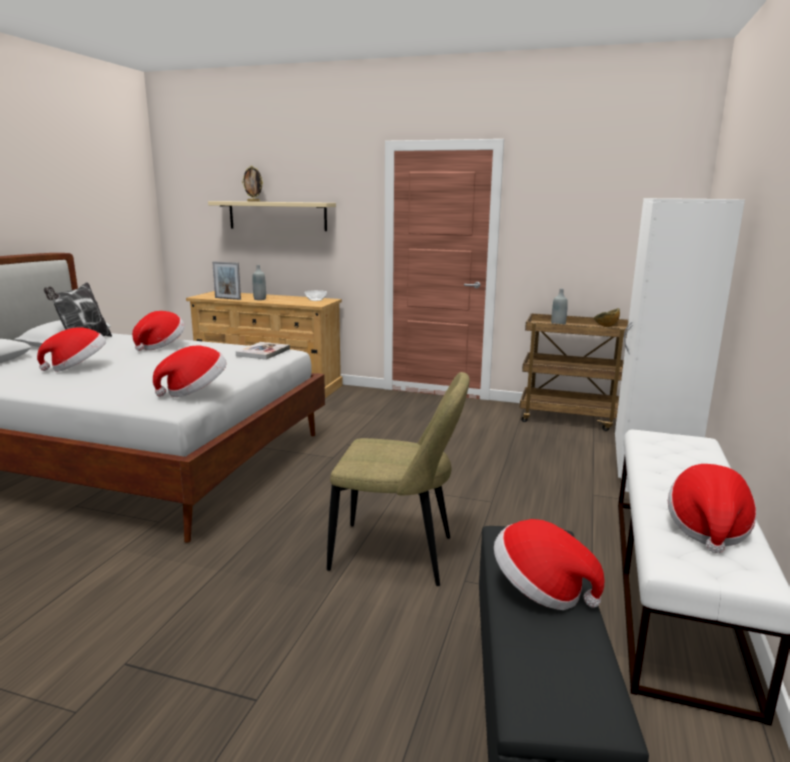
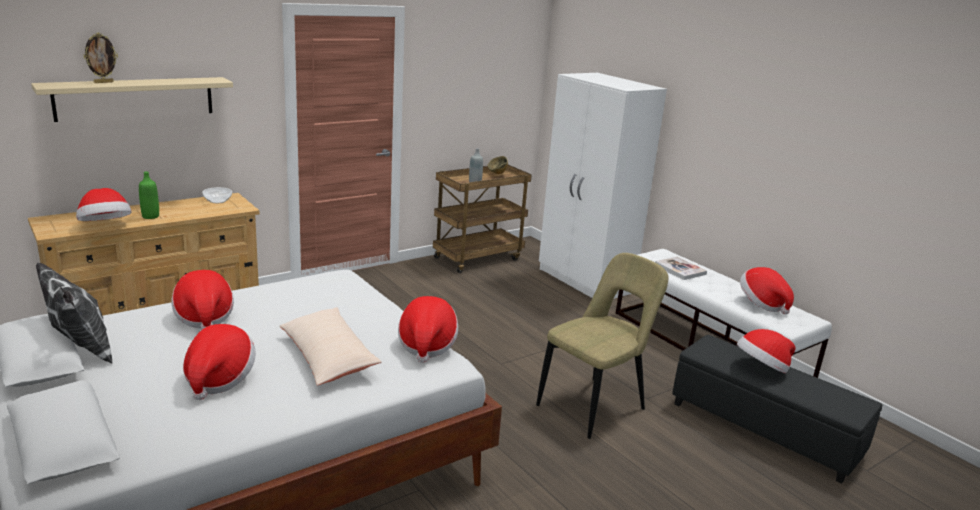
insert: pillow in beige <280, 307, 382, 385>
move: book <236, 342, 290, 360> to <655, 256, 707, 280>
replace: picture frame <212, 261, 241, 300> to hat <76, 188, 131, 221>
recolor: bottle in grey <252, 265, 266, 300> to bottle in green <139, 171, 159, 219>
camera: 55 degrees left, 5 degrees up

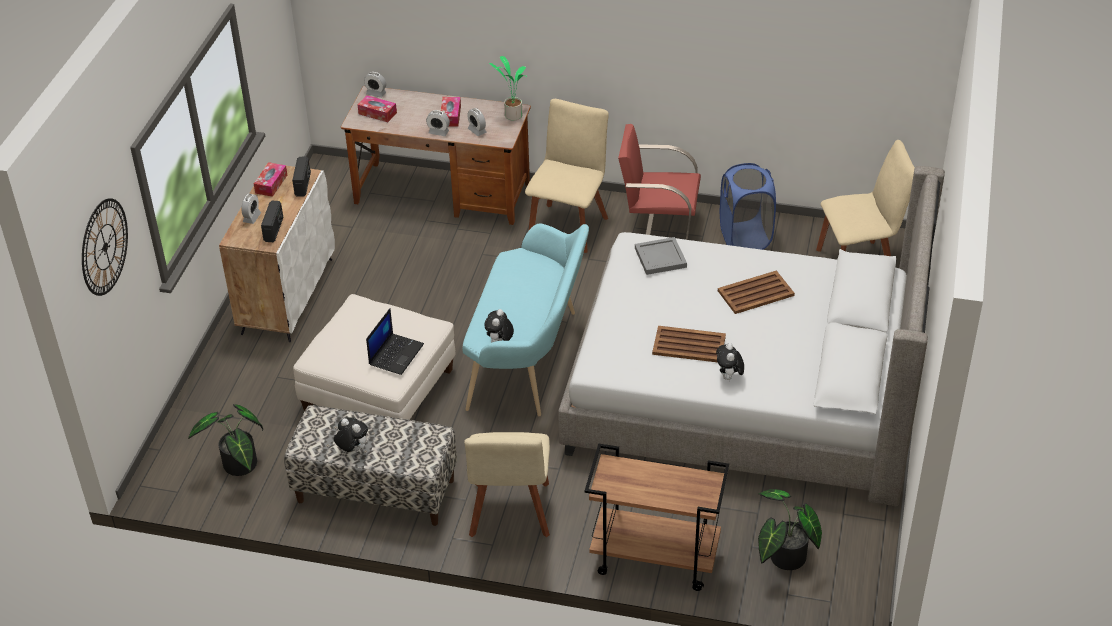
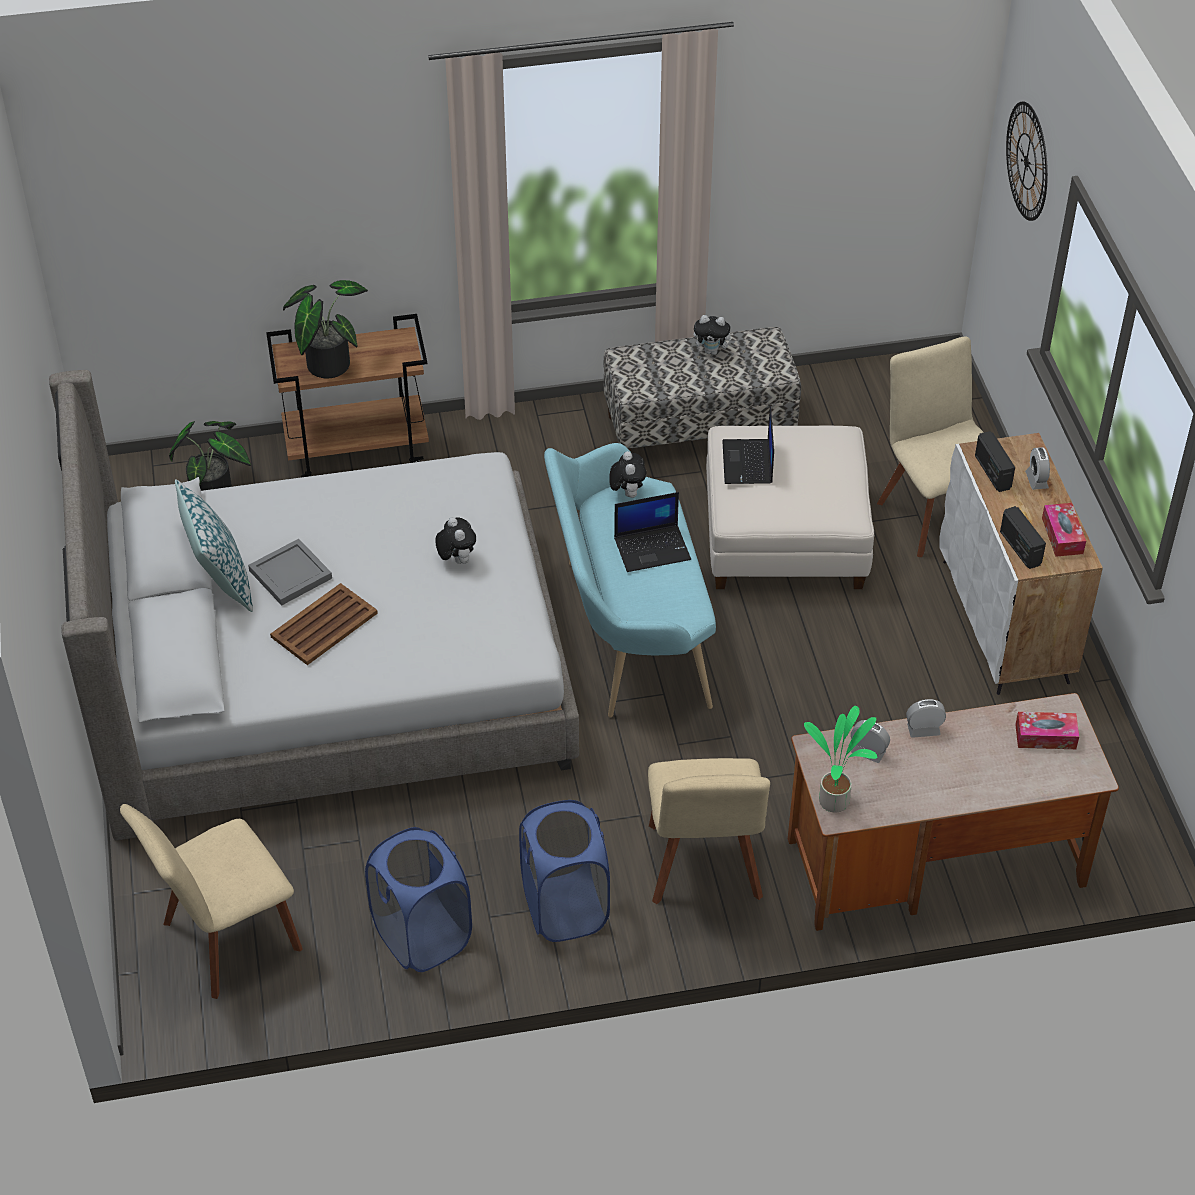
delete: alarm clock <364, 72, 386, 98>; tissue box <441, 97, 461, 127>; tray in brown <652, 326, 726, 362>
insert: pillow <175, 479, 253, 612>; laptop <614, 492, 691, 572>
move: tray in grey <635, 237, 687, 275> to <248, 539, 332, 606>; potted plant <188, 404, 263, 476> to <283, 280, 368, 378>; plush toy <716, 343, 744, 381> to <435, 517, 476, 564>; chair in beige <464, 432, 550, 537> to <877, 336, 984, 557>
replace: chair in red <618, 124, 701, 240> to laundry basket in blue <519, 800, 610, 942>
camera: 155 degrees right, 5 degrees up

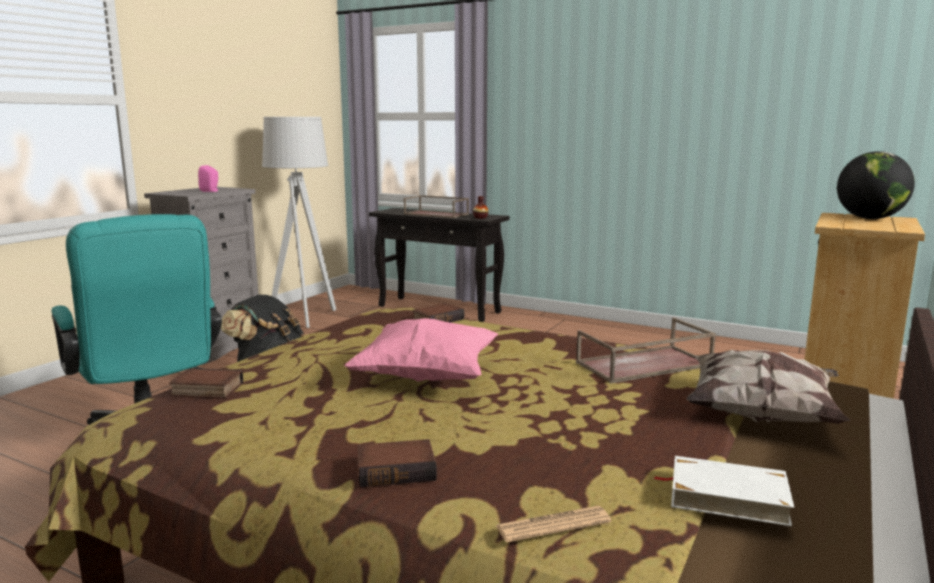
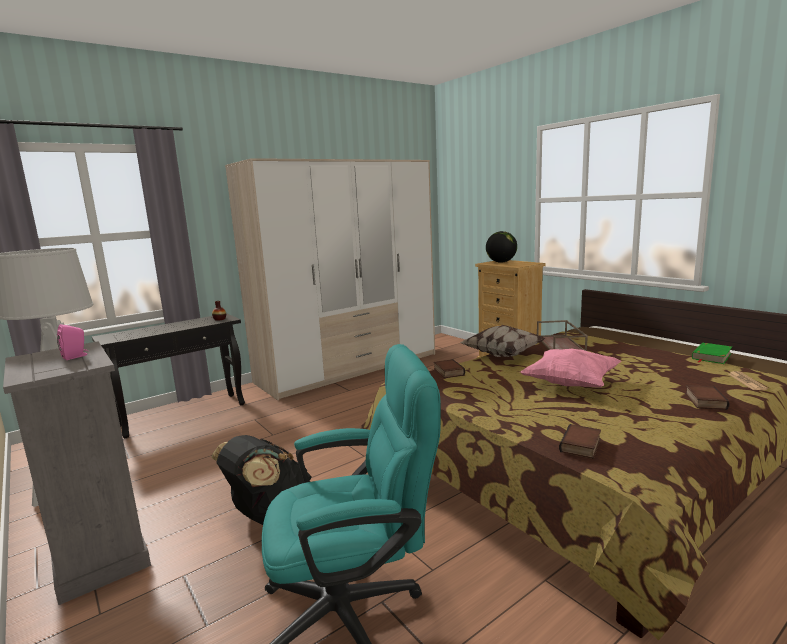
delete: tray in brown <404, 195, 469, 218>
insert: wardrobe <225, 158, 435, 400>
move: pillow <686, 350, 850, 424> to <460, 325, 546, 357>
recolor: book in white <653, 456, 794, 526> to book in green <692, 342, 732, 364>
camera: 65 degrees left, 0 degrees up

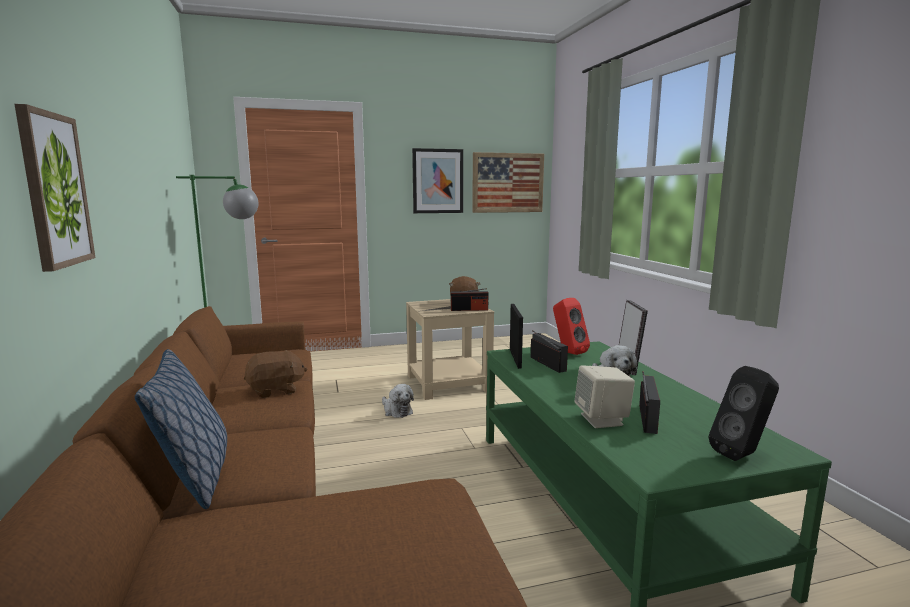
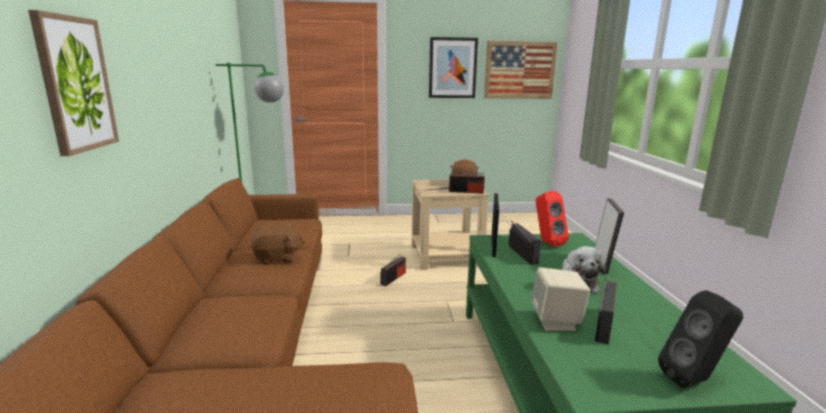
delete: pillow <135, 349, 227, 509>
replace: plush toy <382, 384, 414, 418> to radio <381, 254, 406, 286>
camera: 10 degrees right, 5 degrees up

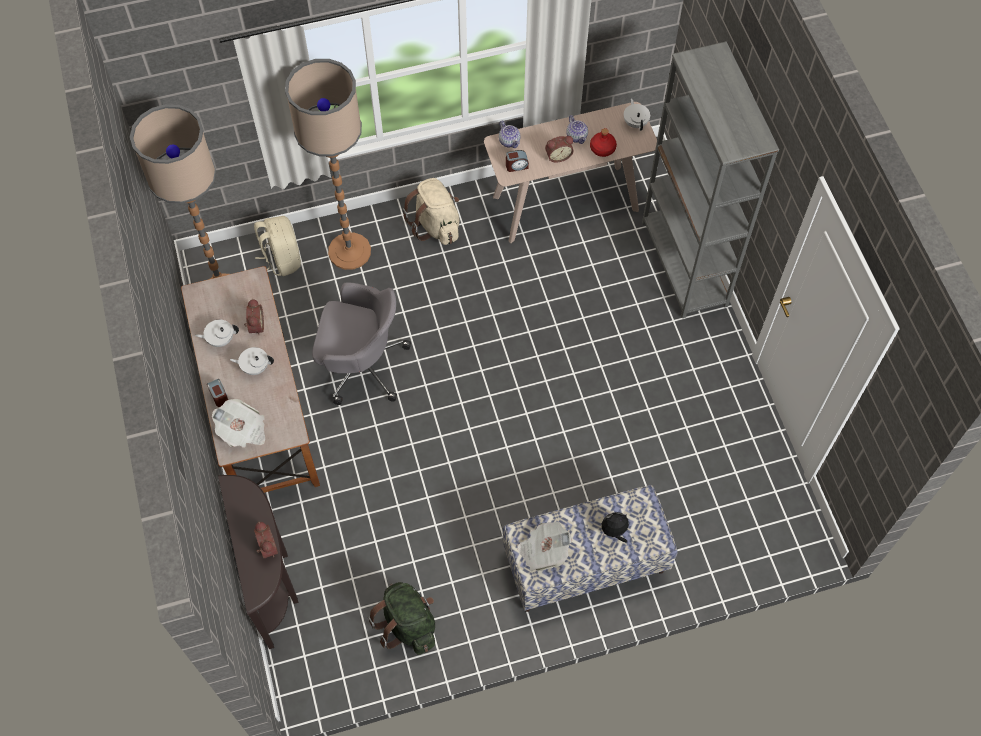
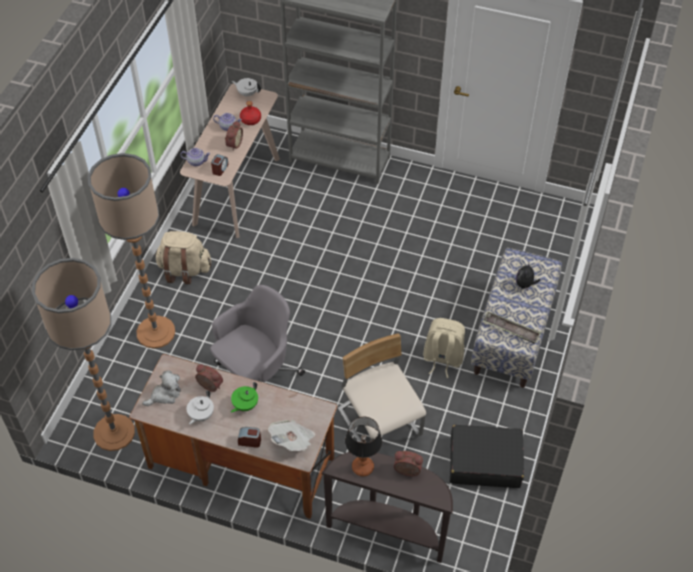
insert: plush toy <142, 370, 181, 406>; chair in beige <338, 333, 426, 442>; table lamp <345, 416, 382, 476>
move: backpack in beige <254, 216, 301, 276> to <423, 318, 465, 378>
replace: backpack in green <368, 582, 435, 655> to suitcase in black <450, 425, 524, 488>; newspaper <517, 522, 572, 571> to tray <483, 312, 541, 344>
recolor: teapot in white <230, 347, 274, 375> to teapot in green <231, 382, 258, 413>
camera: 55 degrees left, 10 degrees down

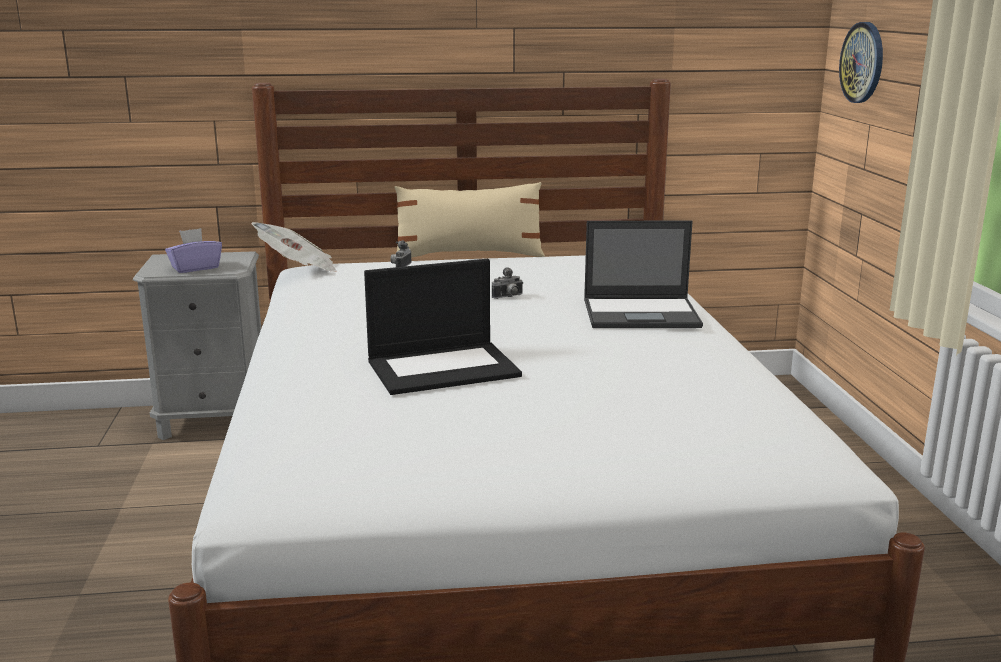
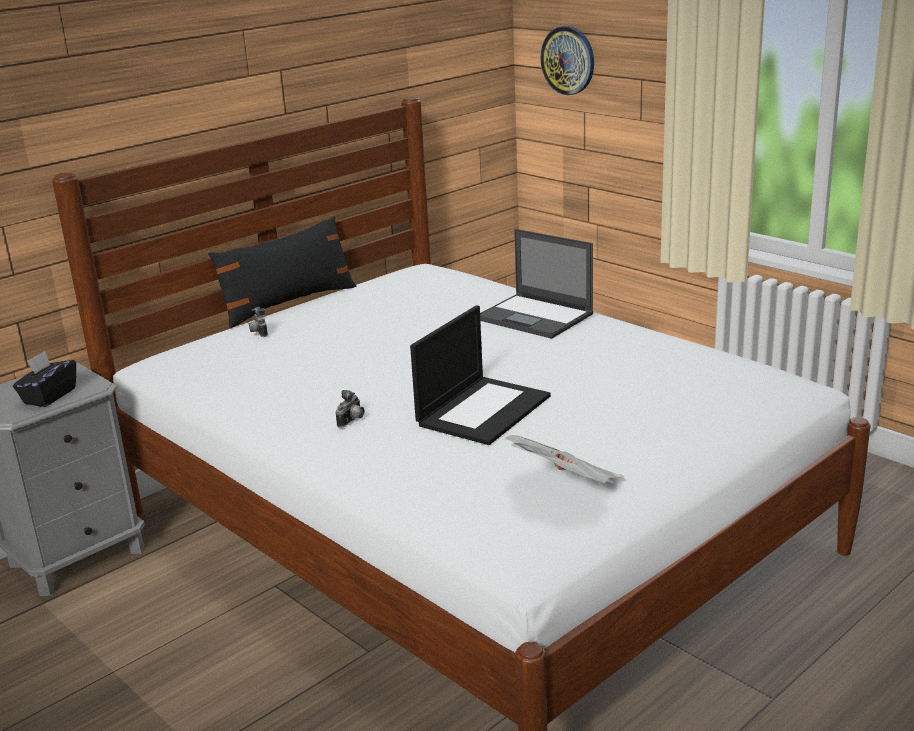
move: photo camera <492, 267, 523, 299> to <336, 390, 365, 428>; newspaper <251, 222, 337, 272> to <505, 435, 624, 483>
recolor: tissue box in purple <165, 228, 222, 273> to tissue box in black <13, 351, 76, 407>; pillow in beige <395, 182, 545, 258> to pillow in black <208, 216, 356, 329>
rotate: laptop <584, 221, 703, 328> = <480, 229, 593, 339> 75 degrees clockwise
camera: 35 degrees left, 5 degrees up

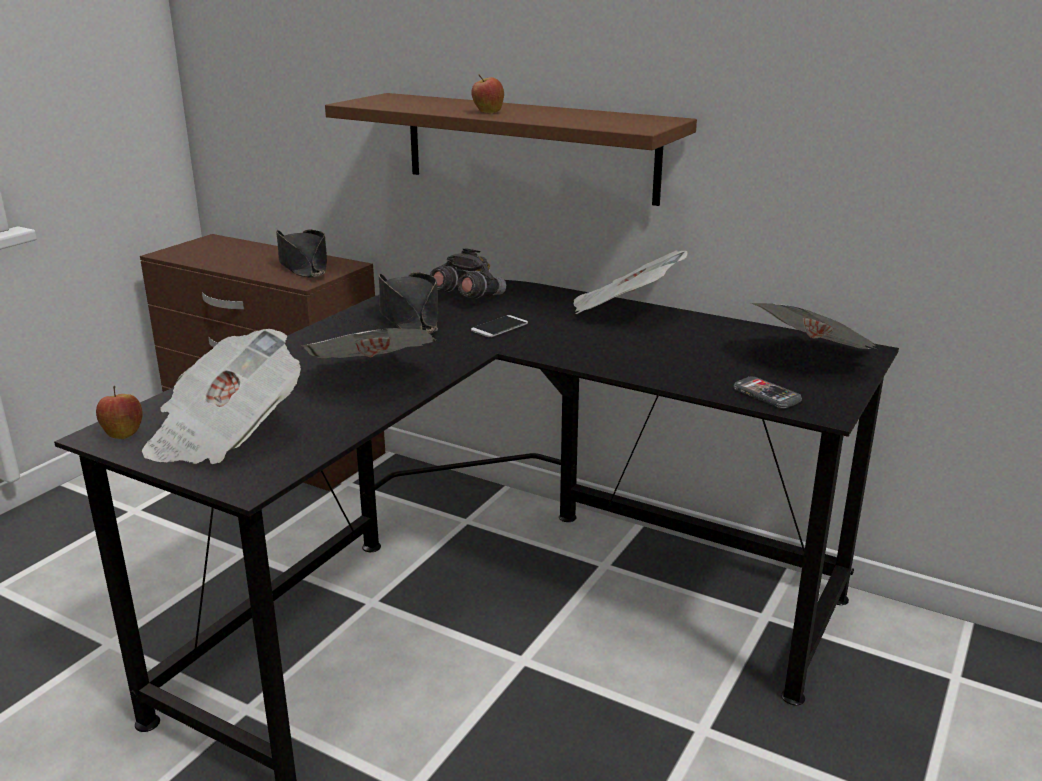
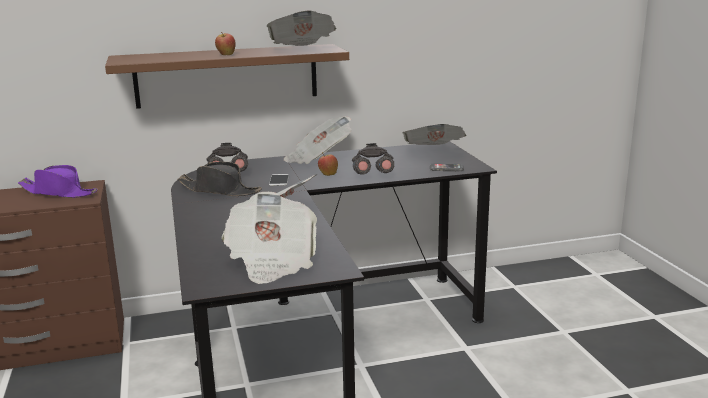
insert: newspaper <266, 11, 336, 46>; binoculars in grey <352, 143, 394, 175>
move: apple <96, 386, 143, 439> to <318, 152, 338, 176>
recolor: hat in black <276, 230, 327, 277> to hat in purple <18, 165, 98, 198>
camera: 45 degrees left, 5 degrees down

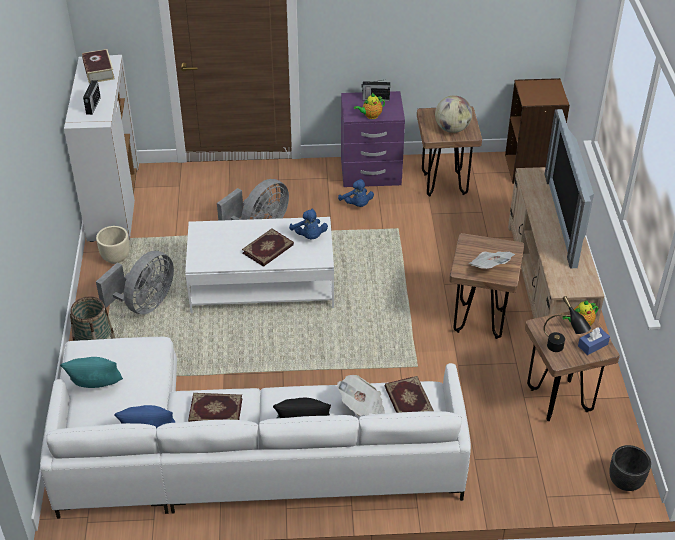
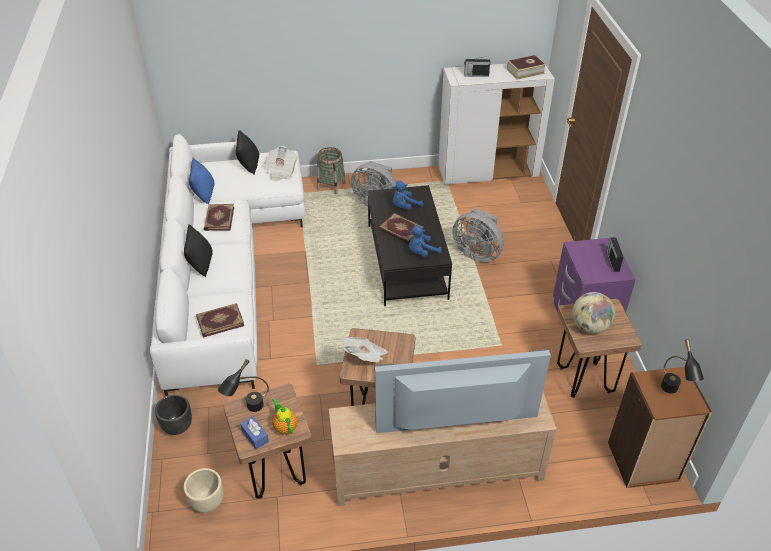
delete: teapot <354, 93, 385, 119>
insert: table lamp in black <661, 339, 704, 394>
move: planter in black <609, 445, 651, 491> to <155, 394, 192, 435>; planter in beige <96, 226, 130, 264> to <184, 468, 223, 513>; newspaper <337, 375, 385, 416> to <265, 146, 297, 181>; plush toy in blue <338, 179, 374, 207> to <393, 181, 423, 210>
recolor: pillow in turquoise <60, 357, 123, 388> to pillow in black <236, 130, 259, 175>; coffee table in white <185, 217, 334, 313> to coffee table in black <368, 185, 452, 306>
camera: 85 degrees right, 0 degrees up

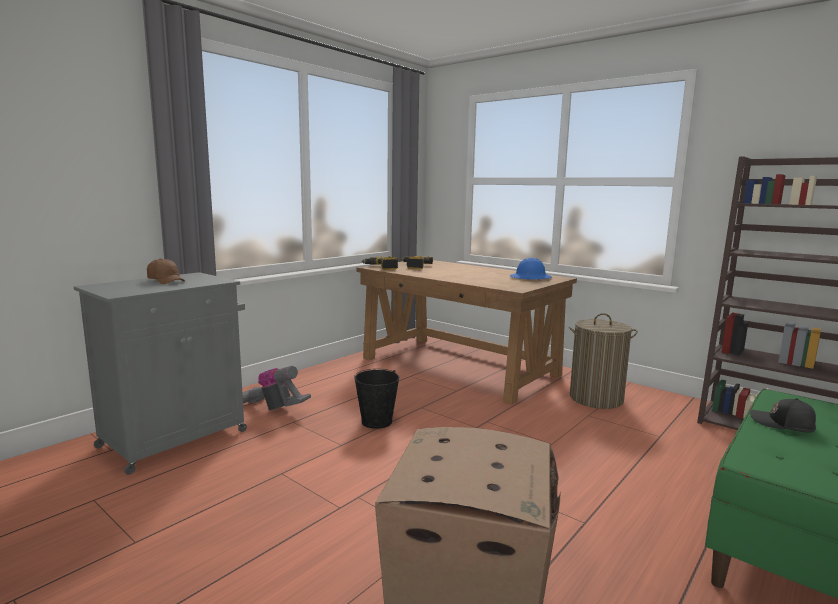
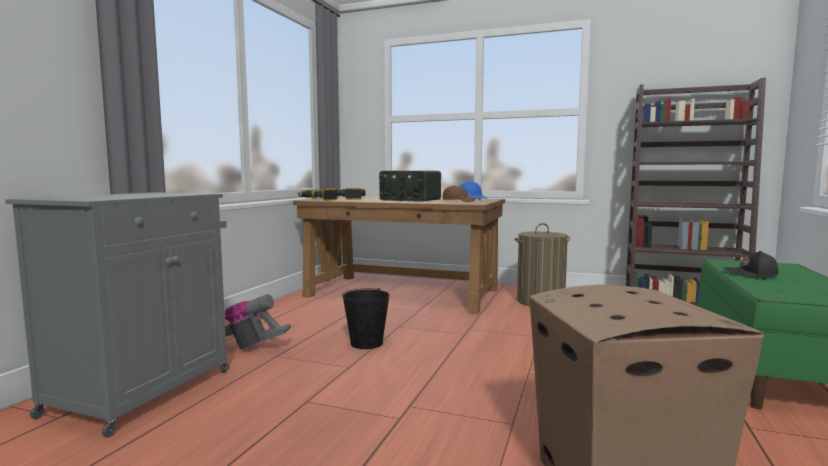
insert: radio <379, 171, 441, 202>
move: cap in brown <147, 258, 185, 284> to <442, 185, 475, 202>
camera: 20 degrees left, 5 degrees down

